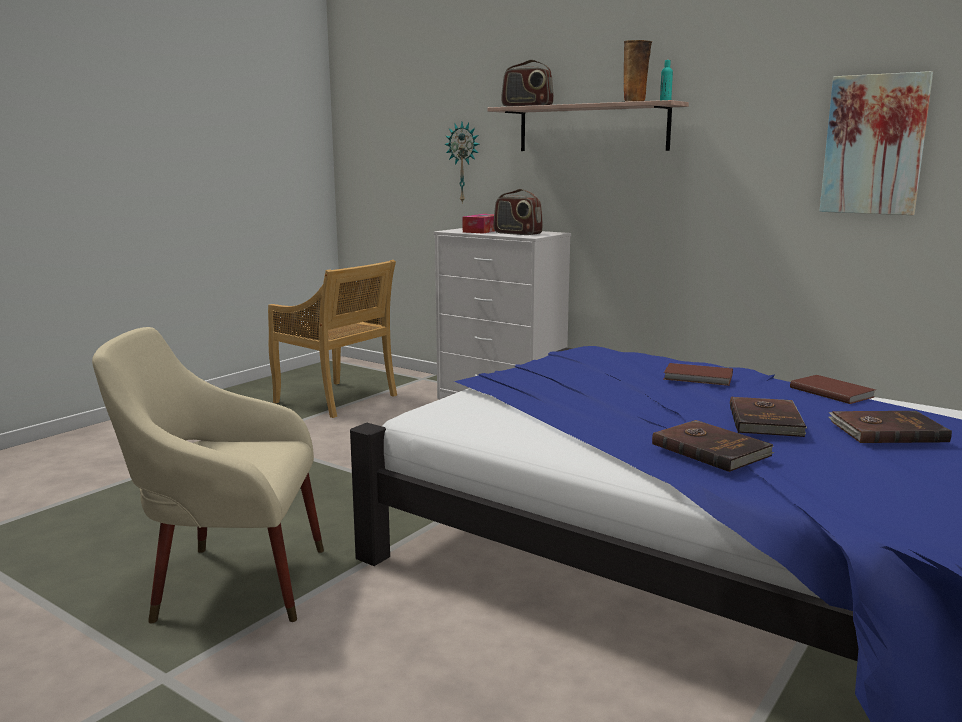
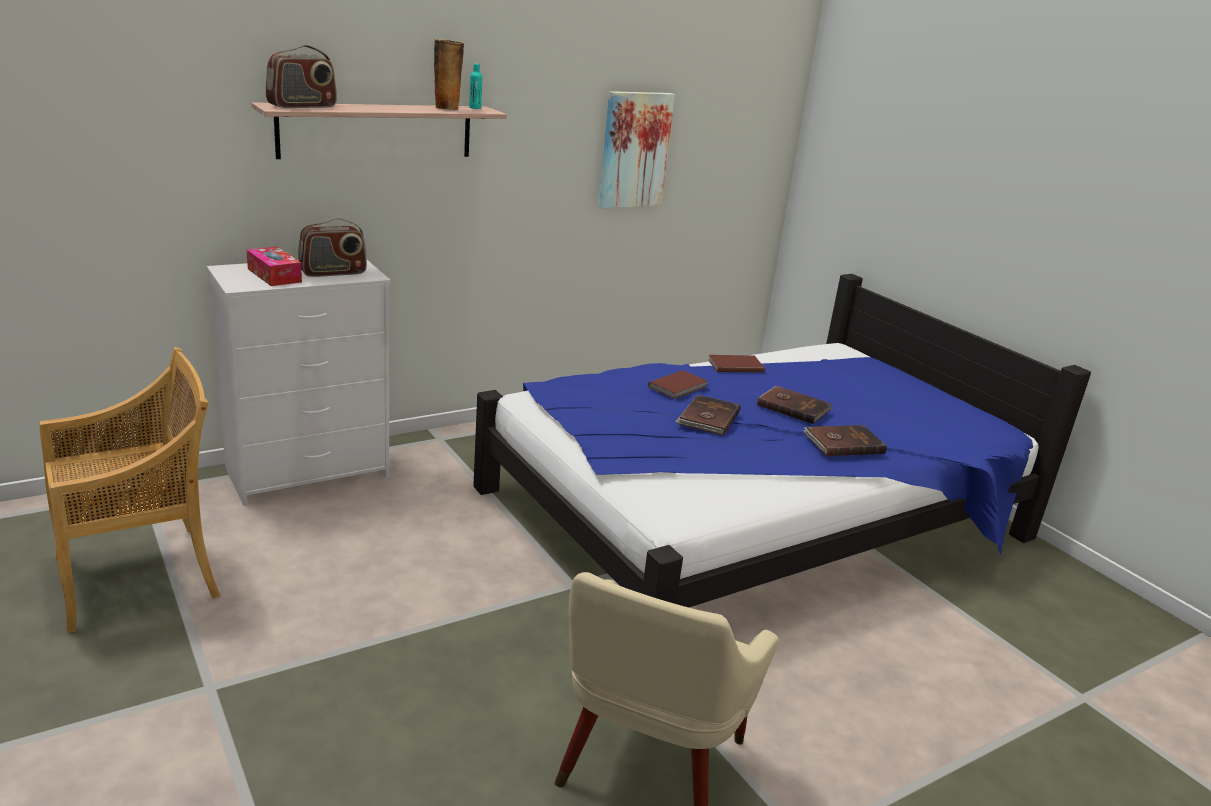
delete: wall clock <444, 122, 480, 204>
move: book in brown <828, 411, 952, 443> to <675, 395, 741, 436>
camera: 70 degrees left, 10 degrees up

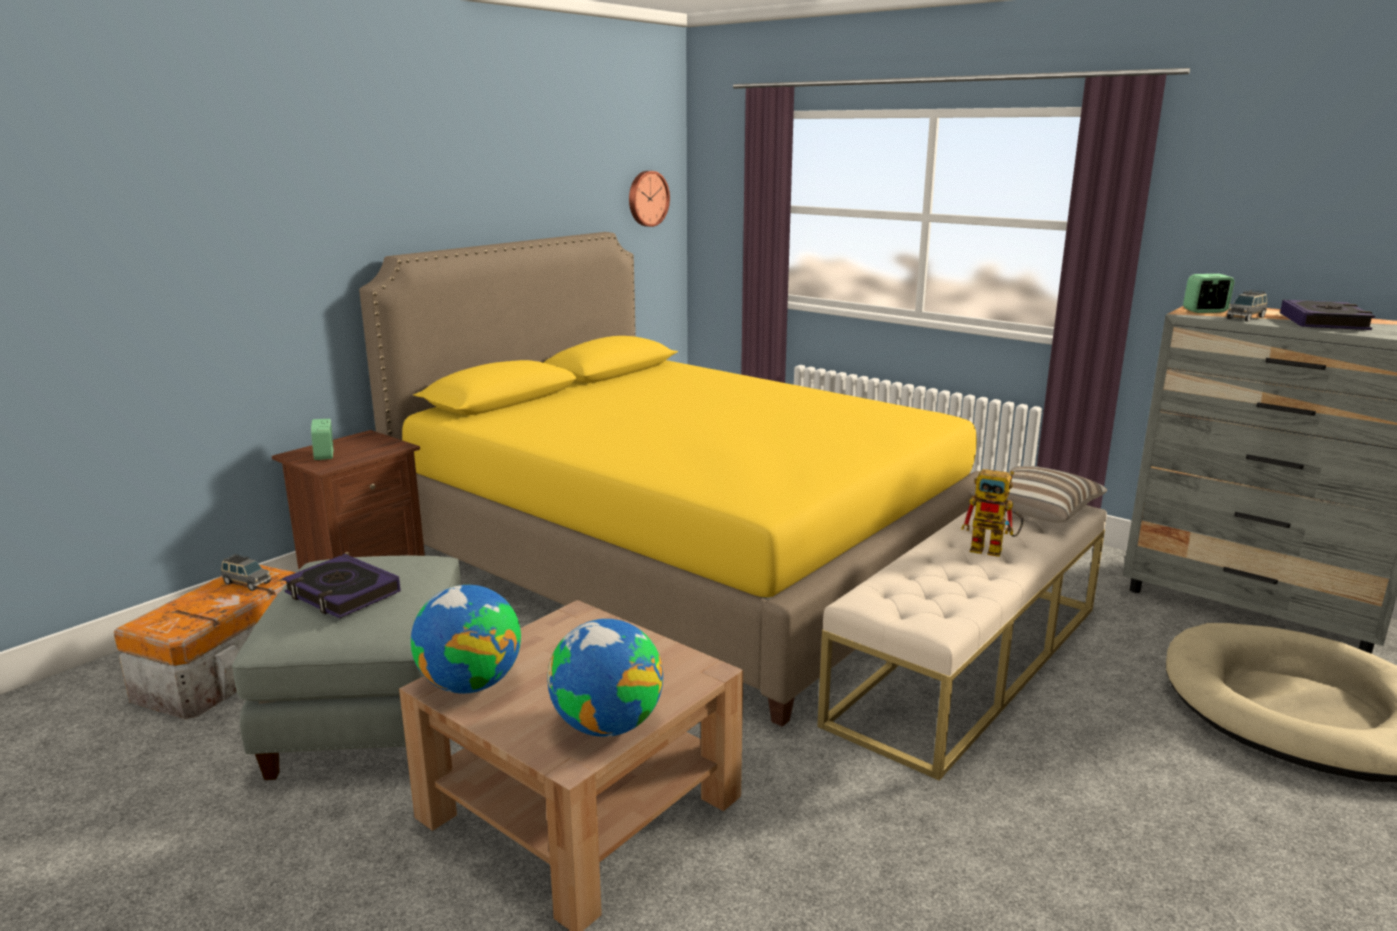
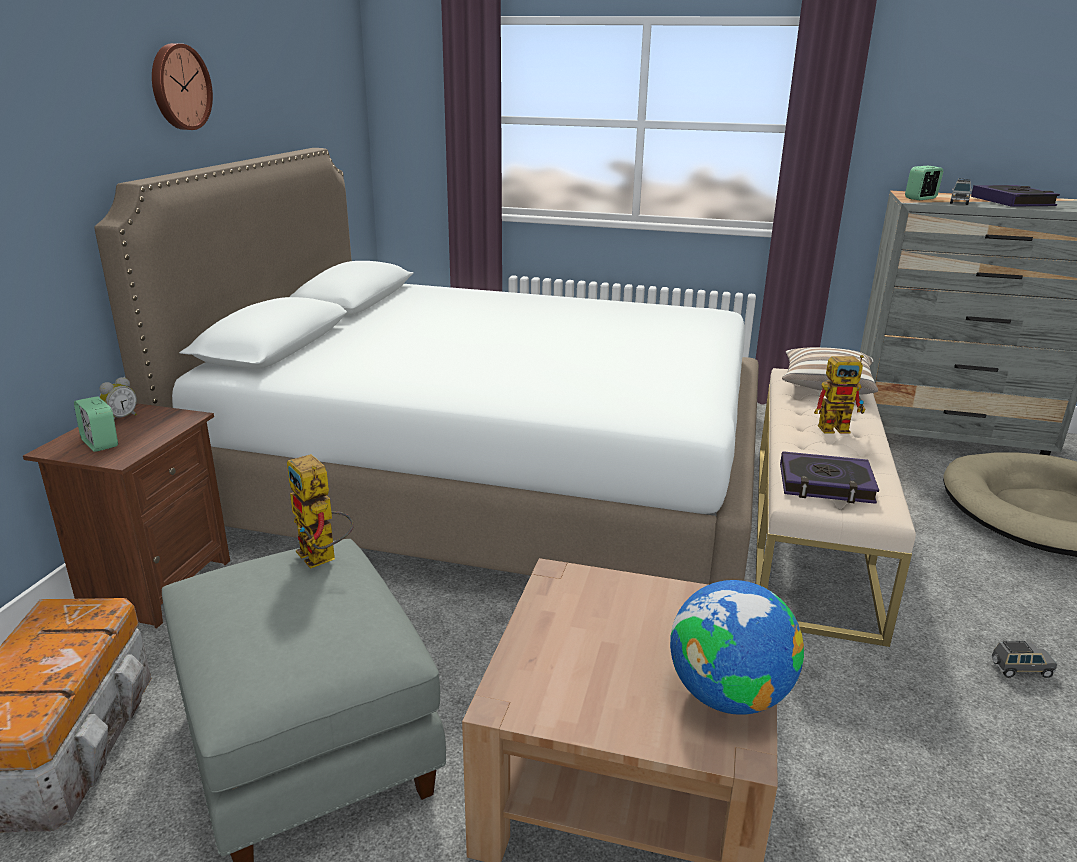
delete: globe <411, 585, 521, 694>
insert: alarm clock <99, 377, 137, 419>; toy robot <287, 454, 354, 569>
move: wall clock <629, 171, 670, 227> to <152, 43, 213, 130>; book <282, 554, 401, 619> to <780, 451, 879, 504>; toy car in grey <221, 554, 271, 591> to <991, 641, 1057, 678>
recolor: bed in yellow <359, 232, 980, 727> to bed in white <94, 148, 759, 585>
camera: 25 degrees left, 5 degrees up

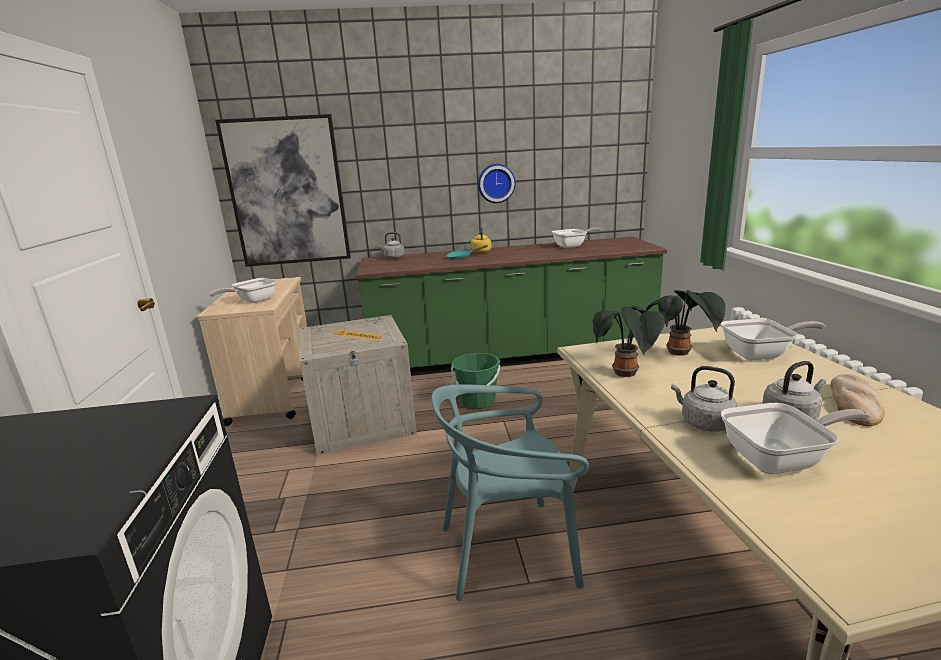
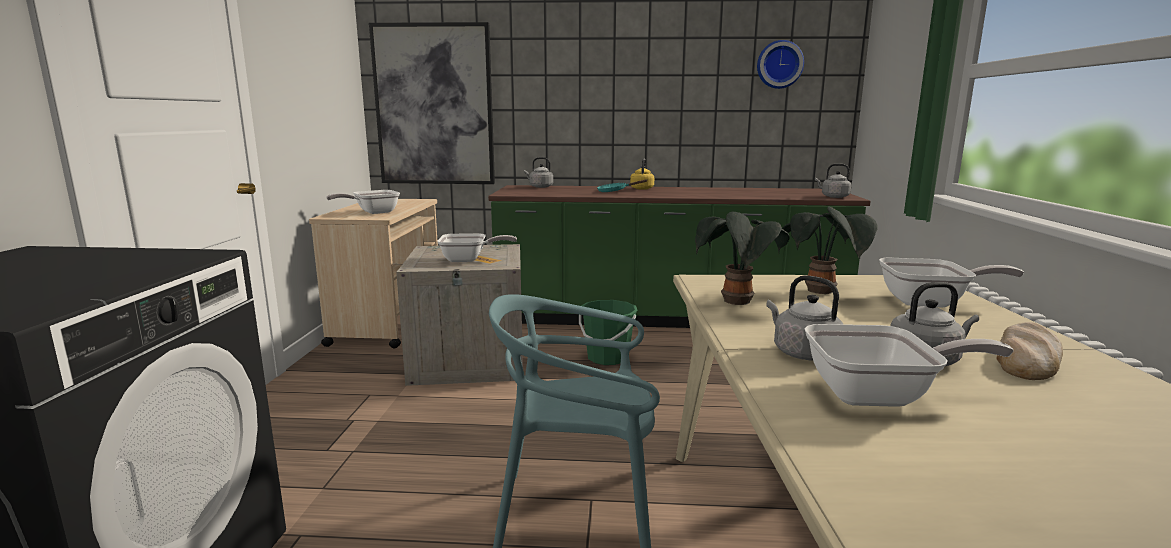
insert: kettle in grey <815, 164, 851, 198>
move: frying pan <552, 227, 603, 248> to <437, 233, 517, 262>; wall clock <478, 164, 515, 203> to <757, 40, 804, 89>
camera: 10 degrees right, 5 degrees down

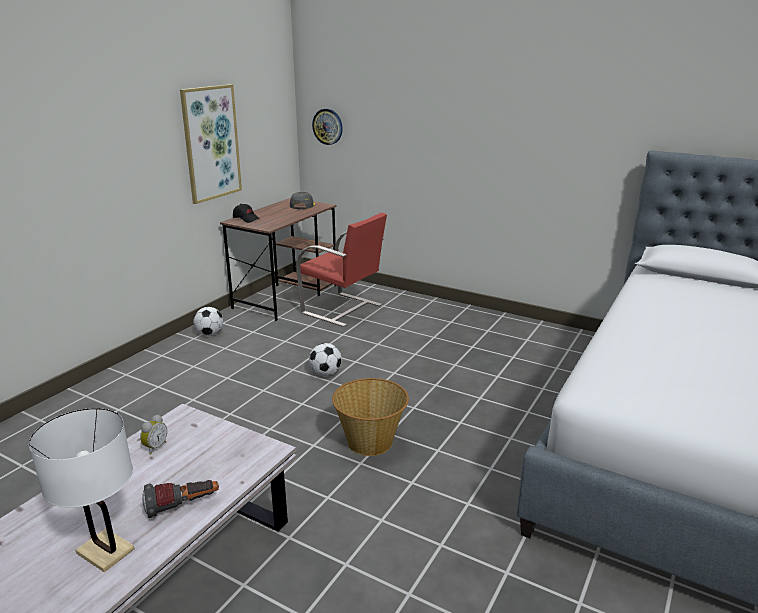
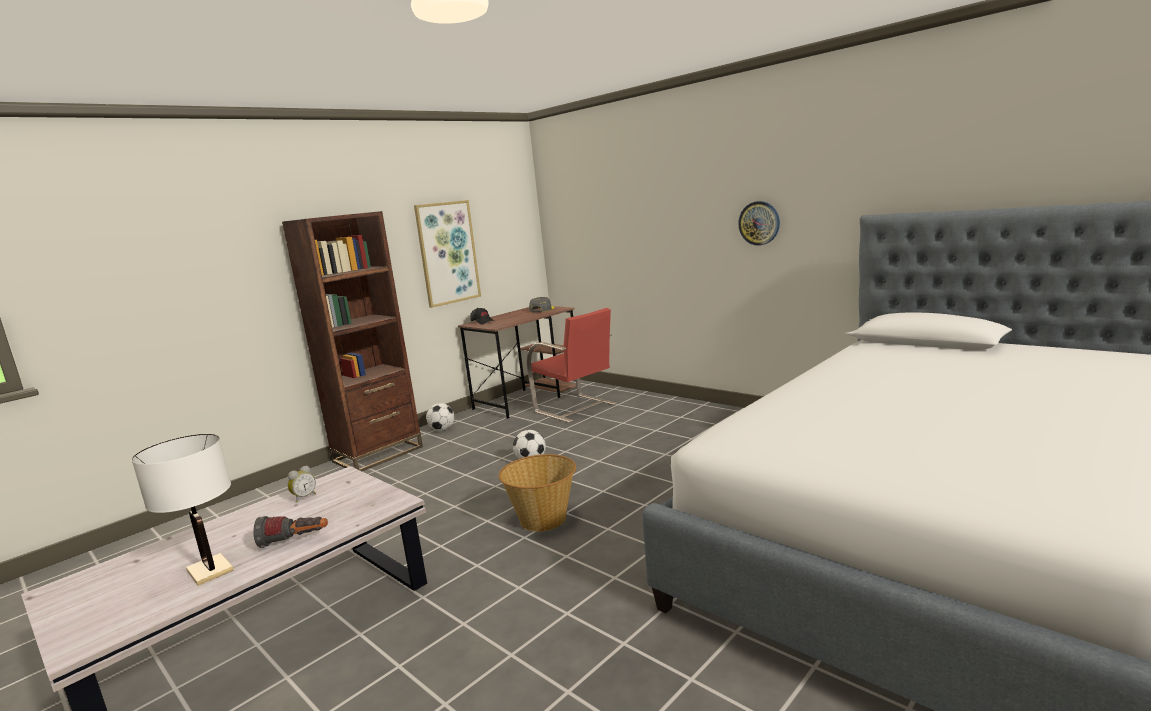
insert: bookcase in brown <282, 211, 423, 471>
move: wall clock <312, 109, 343, 145> to <738, 201, 780, 246>
camera: 15 degrees right, 10 degrees down

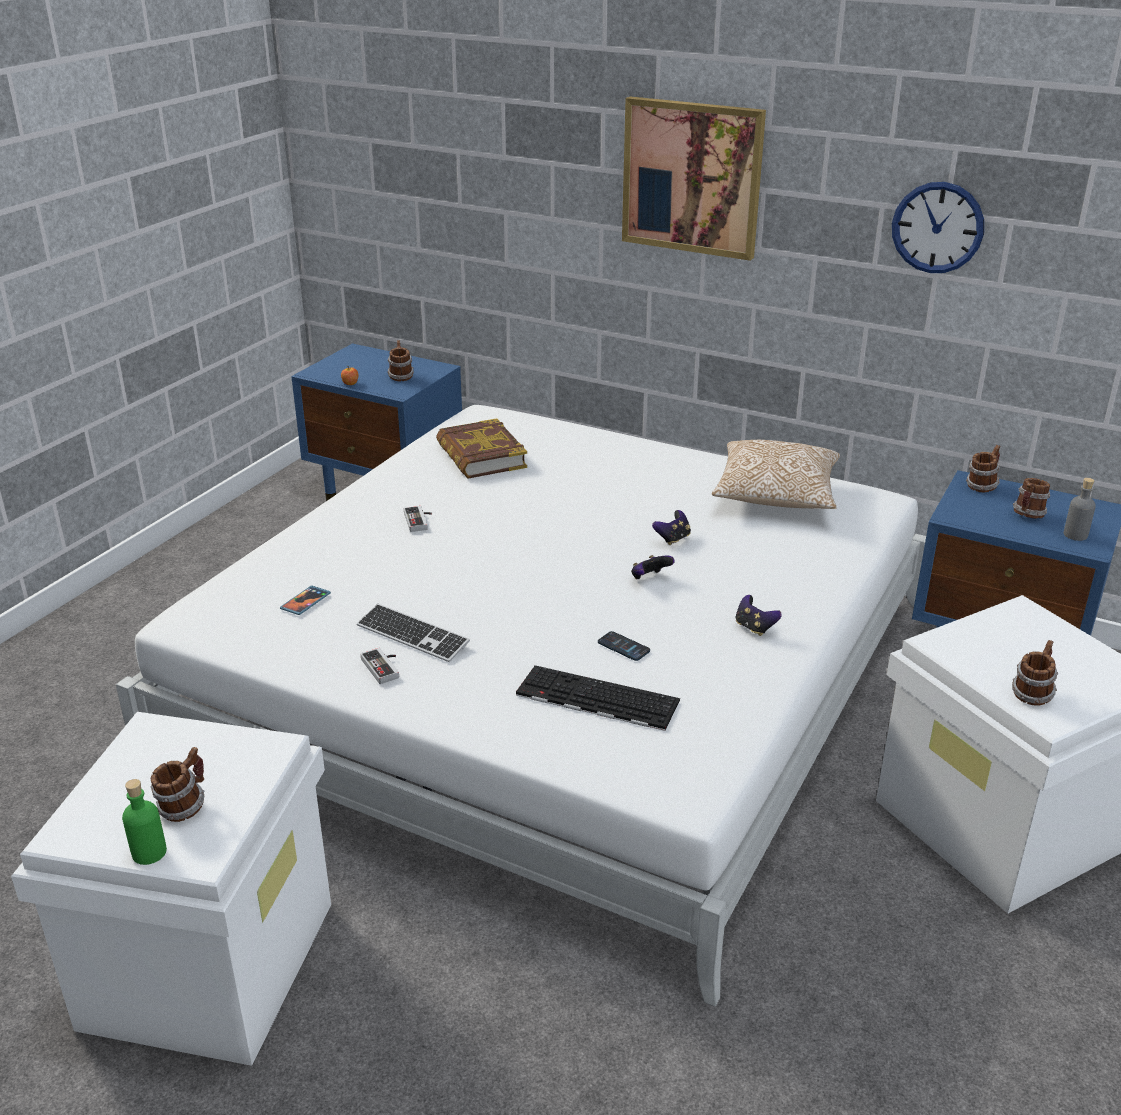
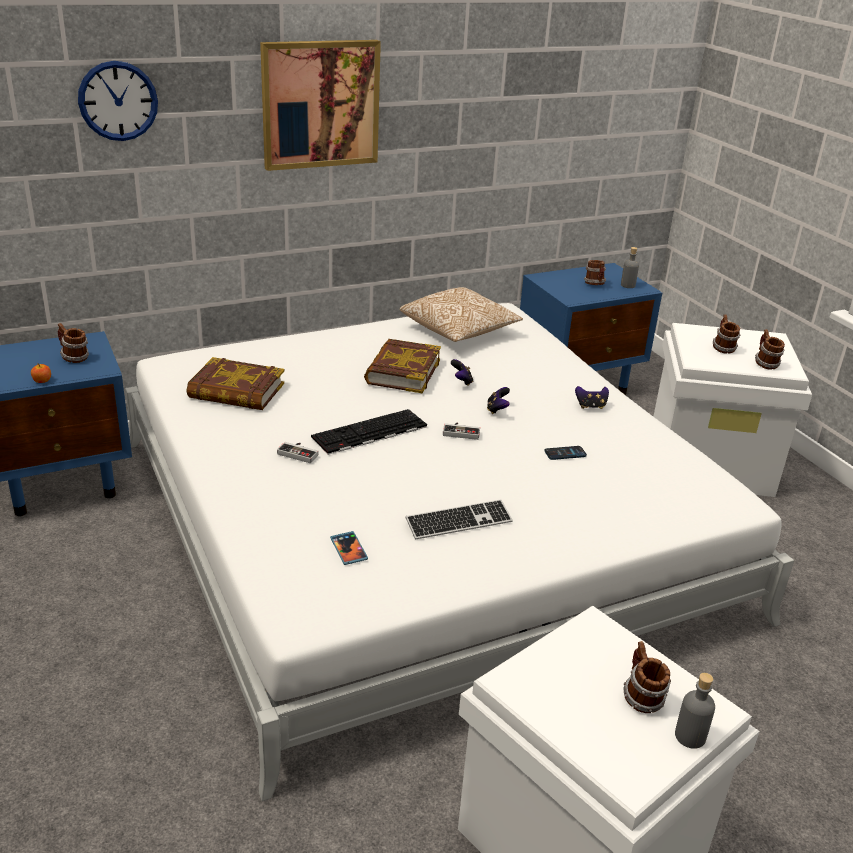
insert: book <364, 339, 441, 393>
move: wall clock <892, 182, 984, 273> to <78, 61, 158, 141>; keyboard <516, 665, 680, 731> to <311, 409, 427, 455>; game controller <361, 648, 399, 684> to <443, 422, 480, 440>; mug <966, 445, 1000, 492> to <713, 314, 740, 354>
recolor: bottle in green <122, 779, 167, 865> to bottle in grey <675, 673, 715, 749>
camera: 55 degrees left, 0 degrees up

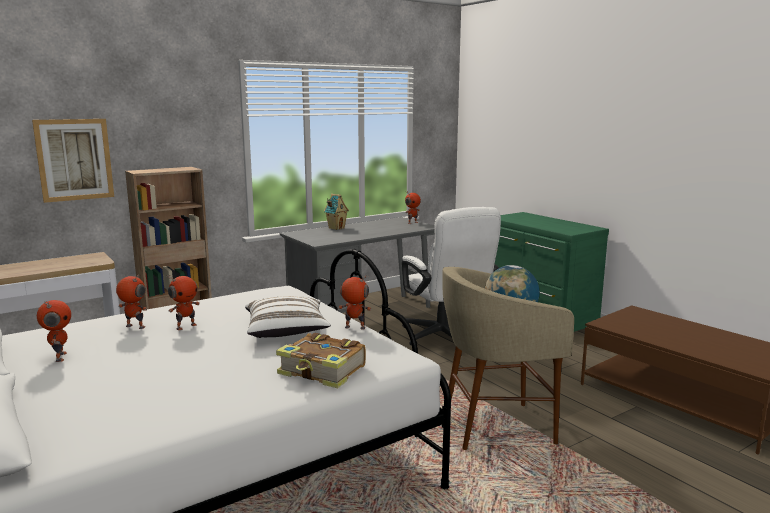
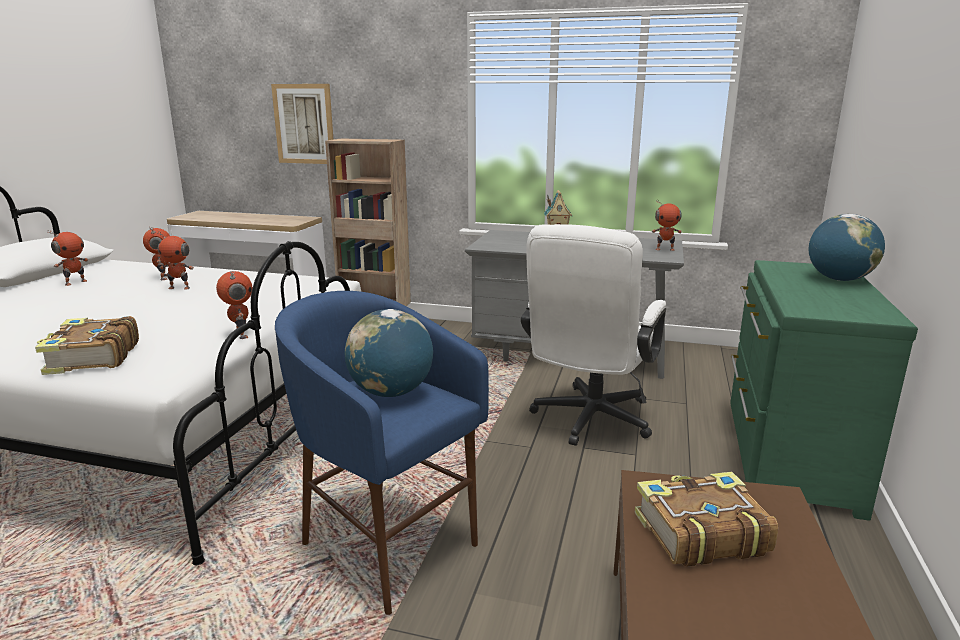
delete: pillow in white <245, 296, 331, 338>
insert: book <635, 472, 778, 567>; globe <809, 214, 885, 281>
recolor: stool in beige <442, 267, 574, 450> to stool in blue <275, 291, 489, 615>
camera: 50 degrees right, 5 degrees up

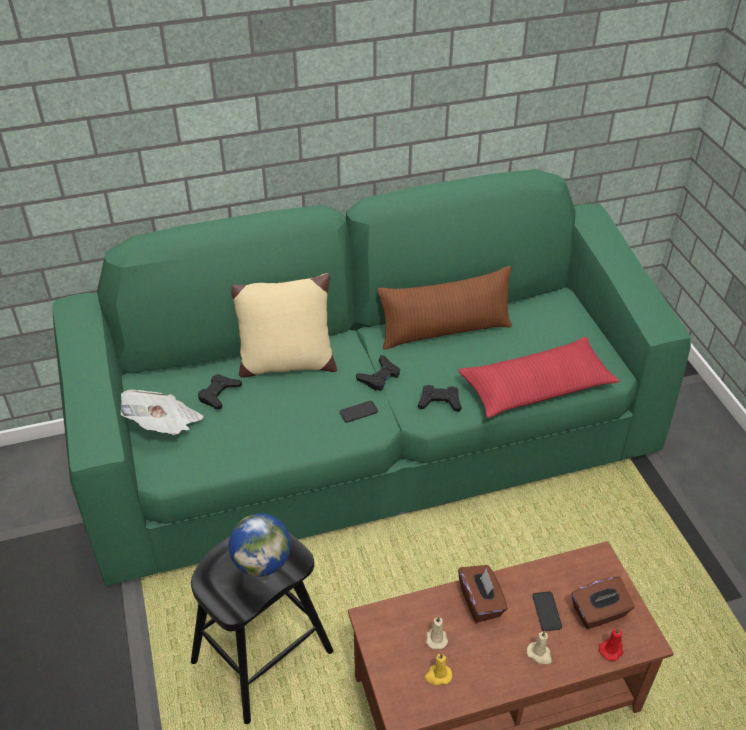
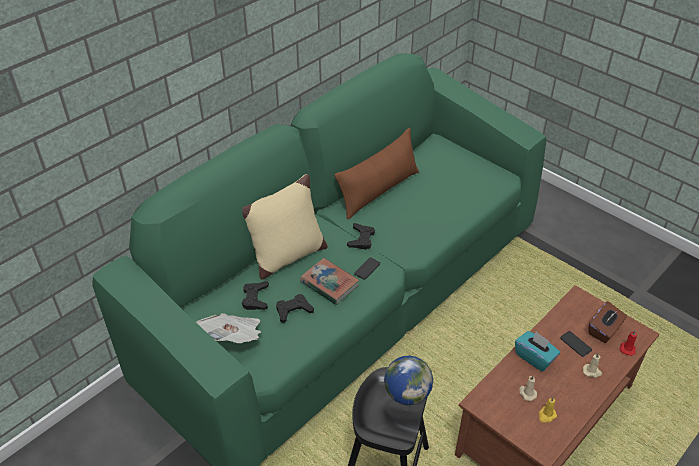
delete: pillow in red <458, 337, 620, 418>
insert: book <300, 258, 360, 305>
move: game controller in black <418, 385, 462, 412> to <276, 294, 314, 323>
recolor: tissue box in brown <458, 565, 508, 623> to tissue box in turquoise <515, 331, 560, 371>
camera: 30 degrees left, 0 degrees up

